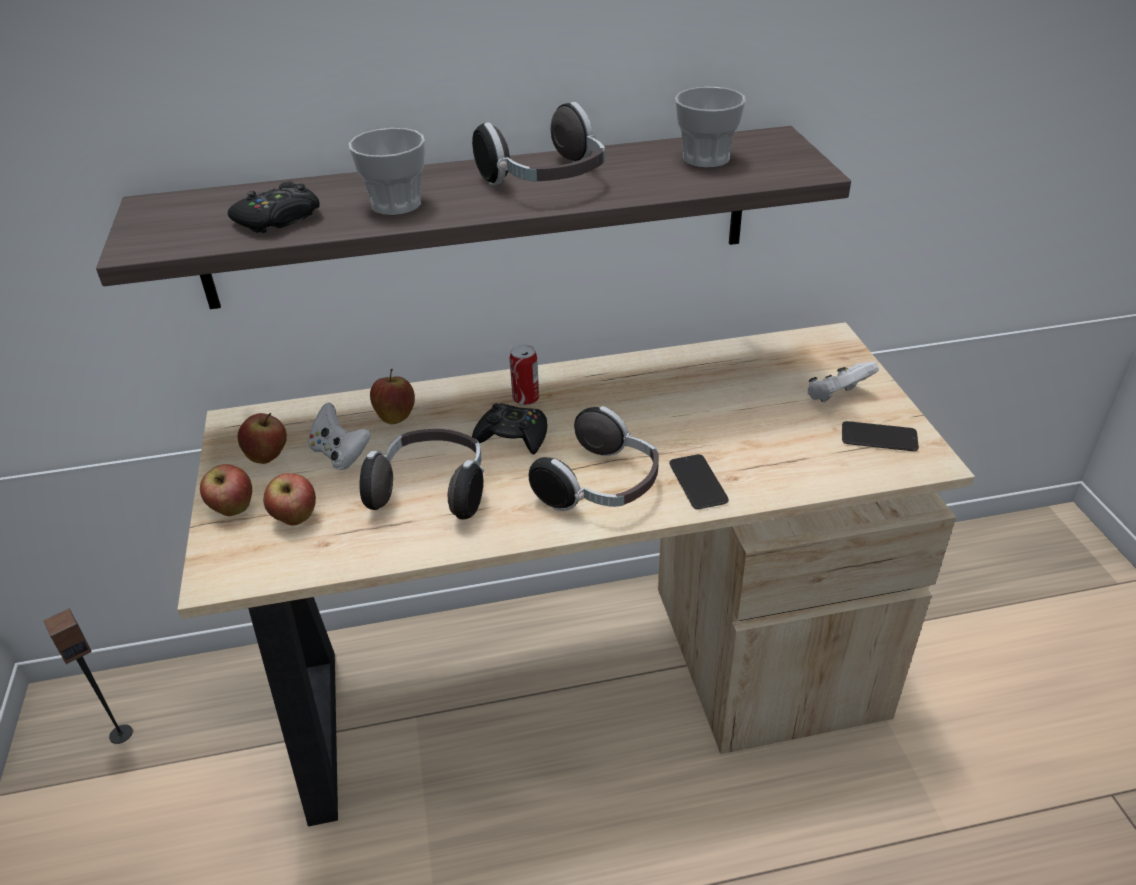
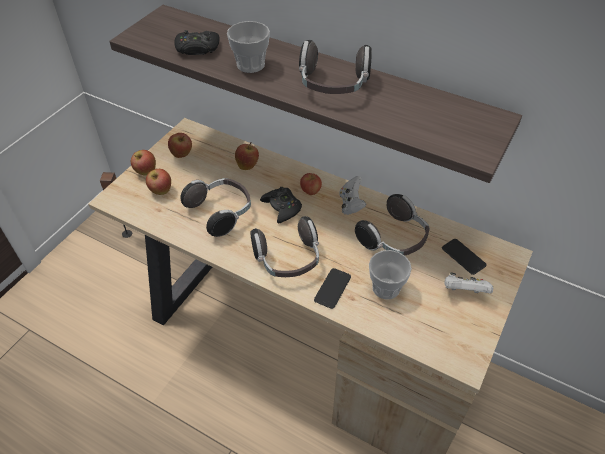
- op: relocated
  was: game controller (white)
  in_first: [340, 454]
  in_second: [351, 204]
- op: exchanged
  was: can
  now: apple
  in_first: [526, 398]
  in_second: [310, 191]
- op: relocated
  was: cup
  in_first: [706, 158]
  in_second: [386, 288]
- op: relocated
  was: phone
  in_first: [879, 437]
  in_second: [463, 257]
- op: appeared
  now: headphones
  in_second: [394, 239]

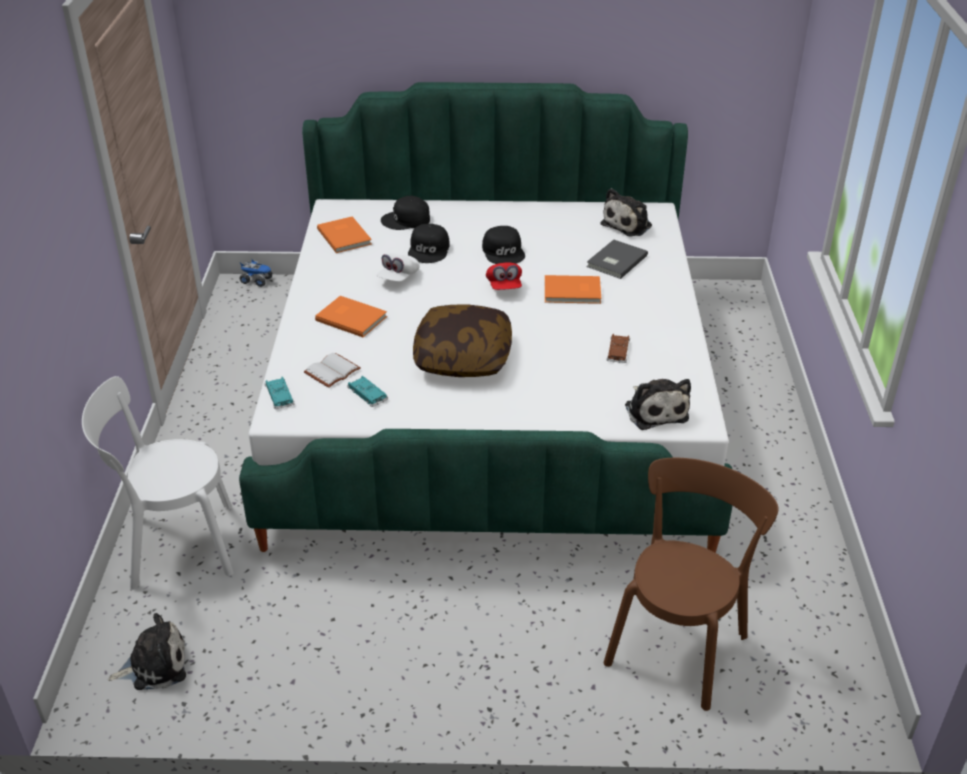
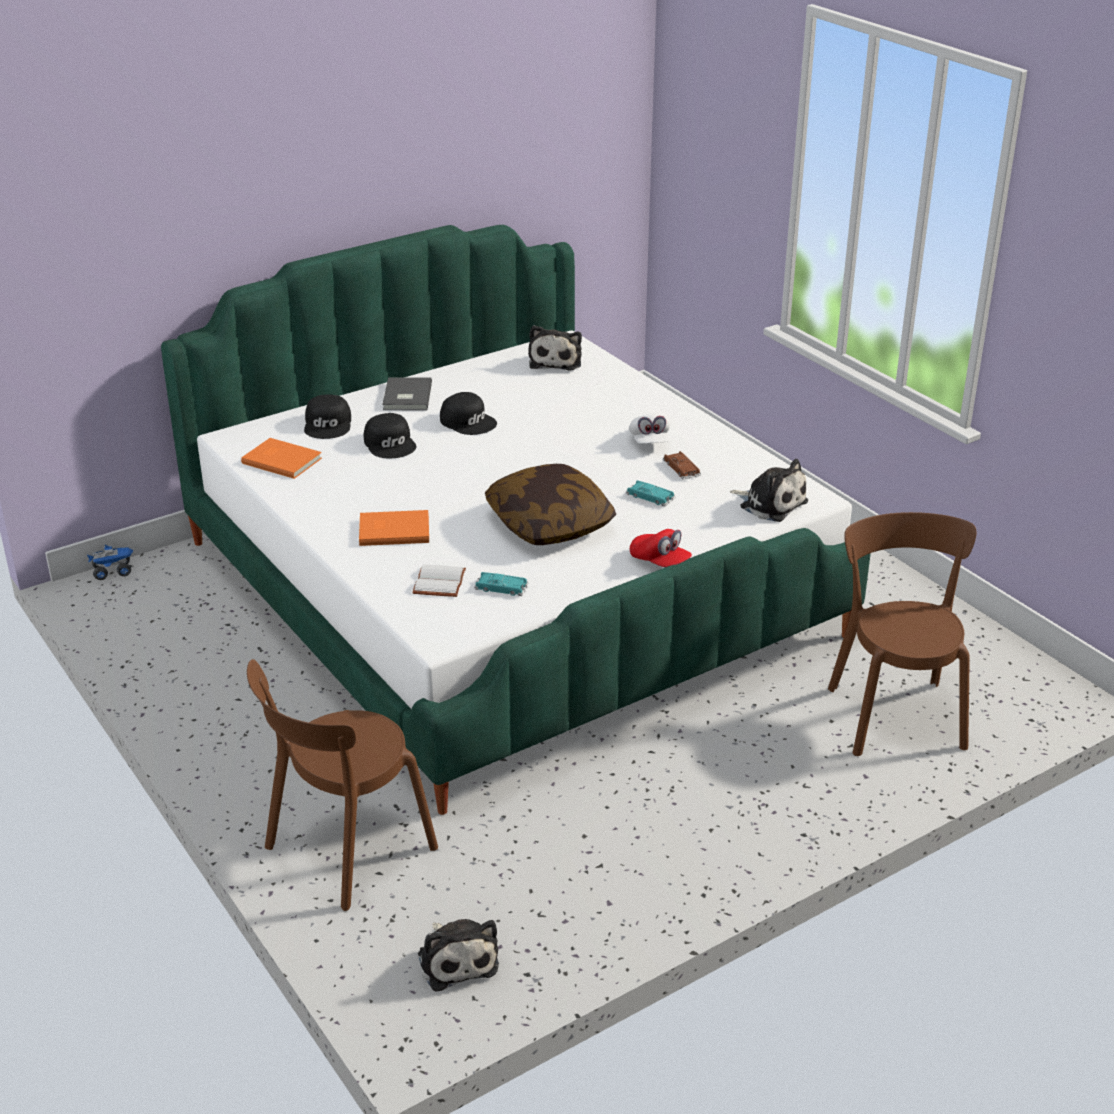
- op: colour
  was: chair (white)
  now: chair (brown)
  in_first: [175, 546]
  in_second: [344, 852]
- op: spun
  was: plush toy
  in_first: [154, 665]
  in_second: [456, 959]
  clockwise: 120
- op: relocated
  was: toy car (turquoise)
  in_first: [279, 396]
  in_second: [650, 497]
- op: relocated
  was: cap (white)
  in_first: [398, 277]
  in_second: [649, 442]
- op: spun
  was: cap (black)
  in_first: [406, 220]
  in_second: [329, 424]
  clockwise: -45
- op: relocated
  was: cap (red)
  in_first: [504, 286]
  in_second: [660, 561]
- op: missing
  was: book (orange)
  in_first: [573, 292]
- op: relocated
  was: book (grey)
  in_first: [615, 261]
  in_second: [405, 397]

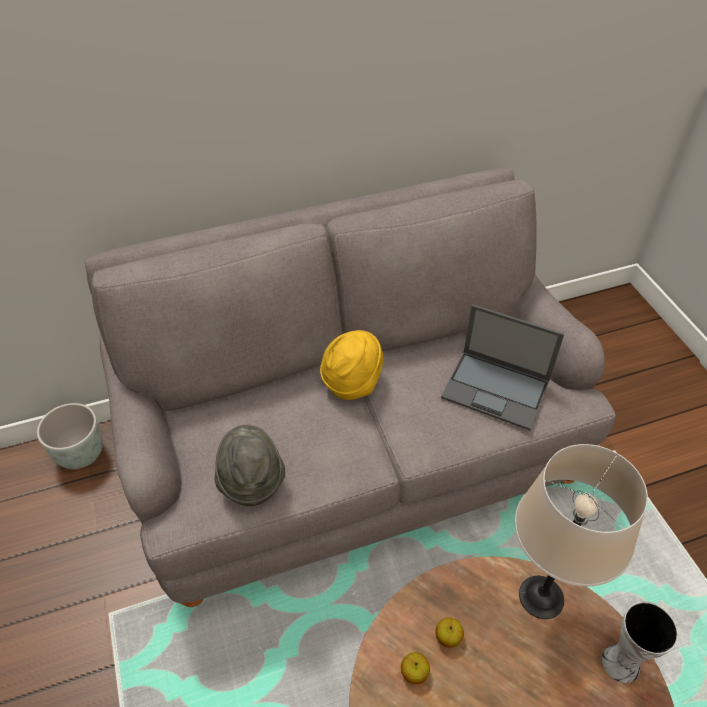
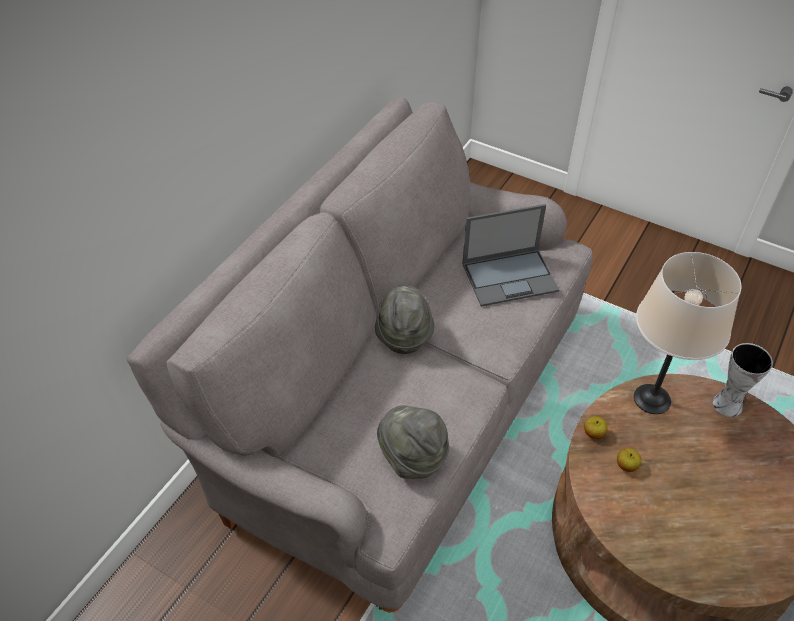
- op: missing
  was: planter (grey)
  in_first: [81, 453]
- op: colour
  was: hat (yellow)
  now: hat (grey)
  in_first: [352, 381]
  in_second: [403, 335]
- op: relocated
  was: apple
  in_first: [414, 672]
  in_second: [593, 433]

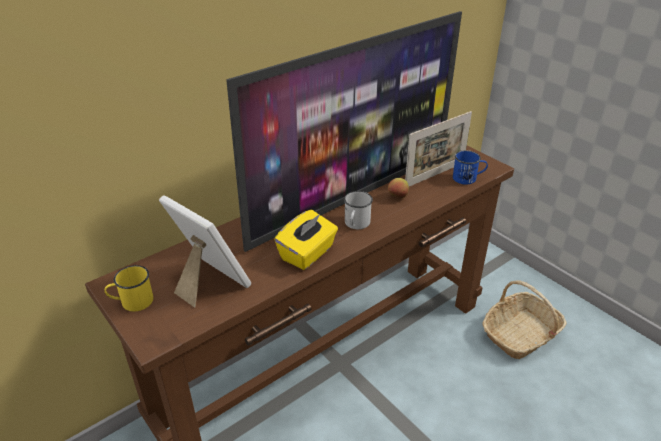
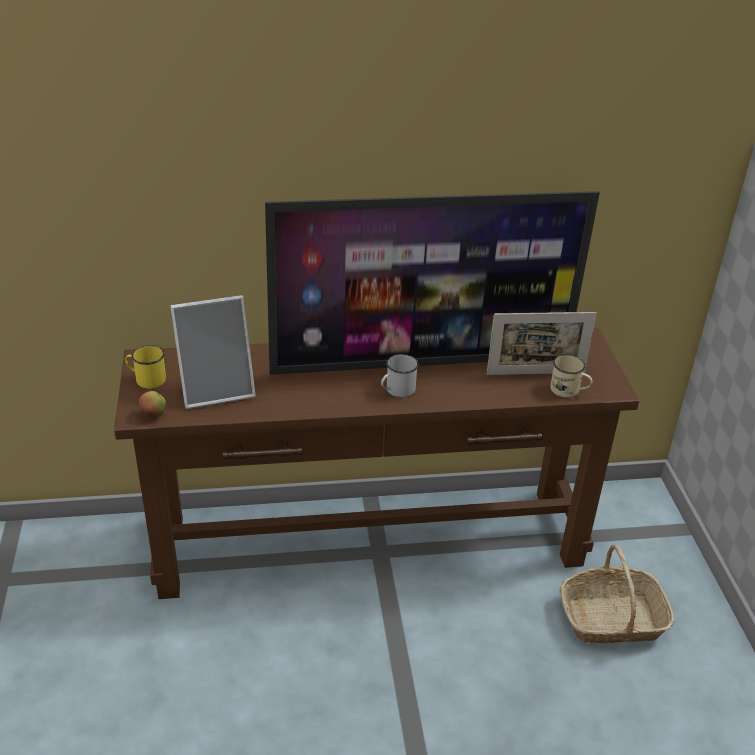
- op: spun
  was: picture frame
  in_first: [208, 283]
  in_second: [217, 389]
  clockwise: 90
- op: missing
  was: tissue box (yellow)
  in_first: [307, 253]
- op: relocated
  was: apple
  in_first: [397, 197]
  in_second: [153, 415]
- op: colour
  was: mug (blue)
  now: mug (beige)
  in_first: [468, 178]
  in_second: [569, 391]

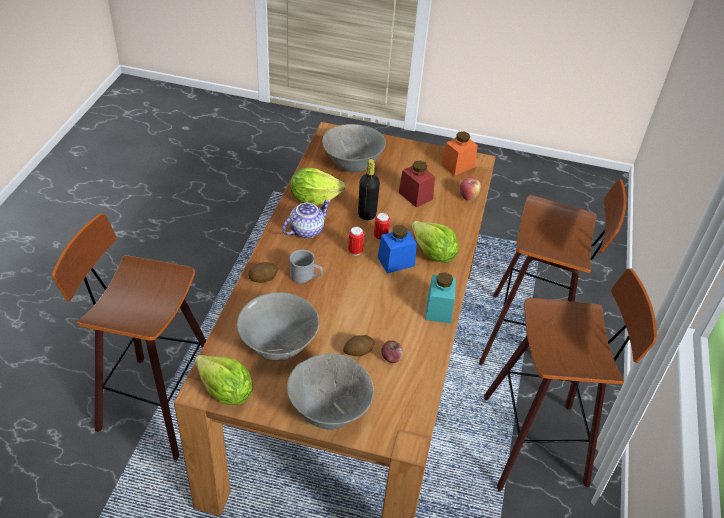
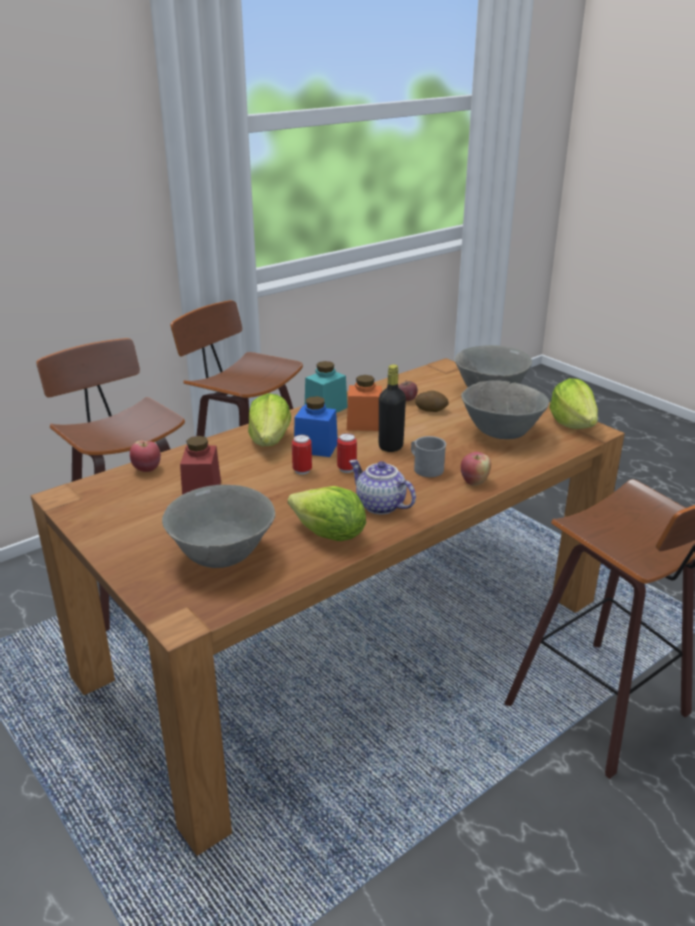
- op: exchanged
  was: potato
  now: apple
  in_first: [263, 278]
  in_second: [474, 481]
- op: spun
  was: teapot
  in_first: [306, 230]
  in_second: [379, 506]
  clockwise: 45
- op: relocated
  was: bottle (black)
  in_first: [367, 214]
  in_second: [390, 447]
- op: relocated
  was: jar (orange)
  in_first: [457, 165]
  in_second: [364, 424]

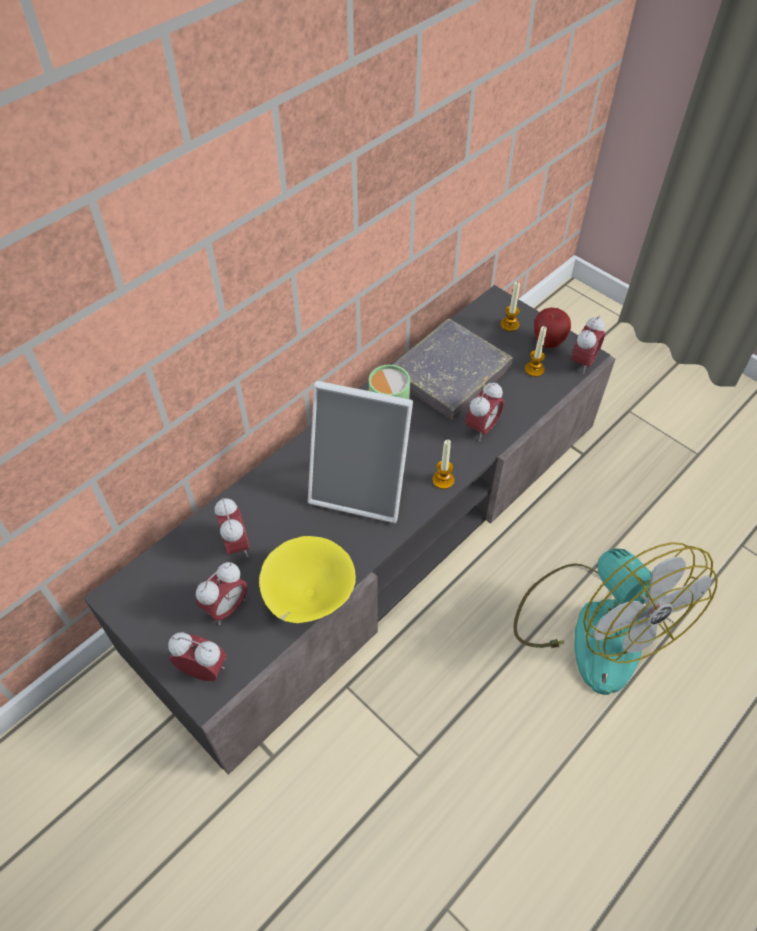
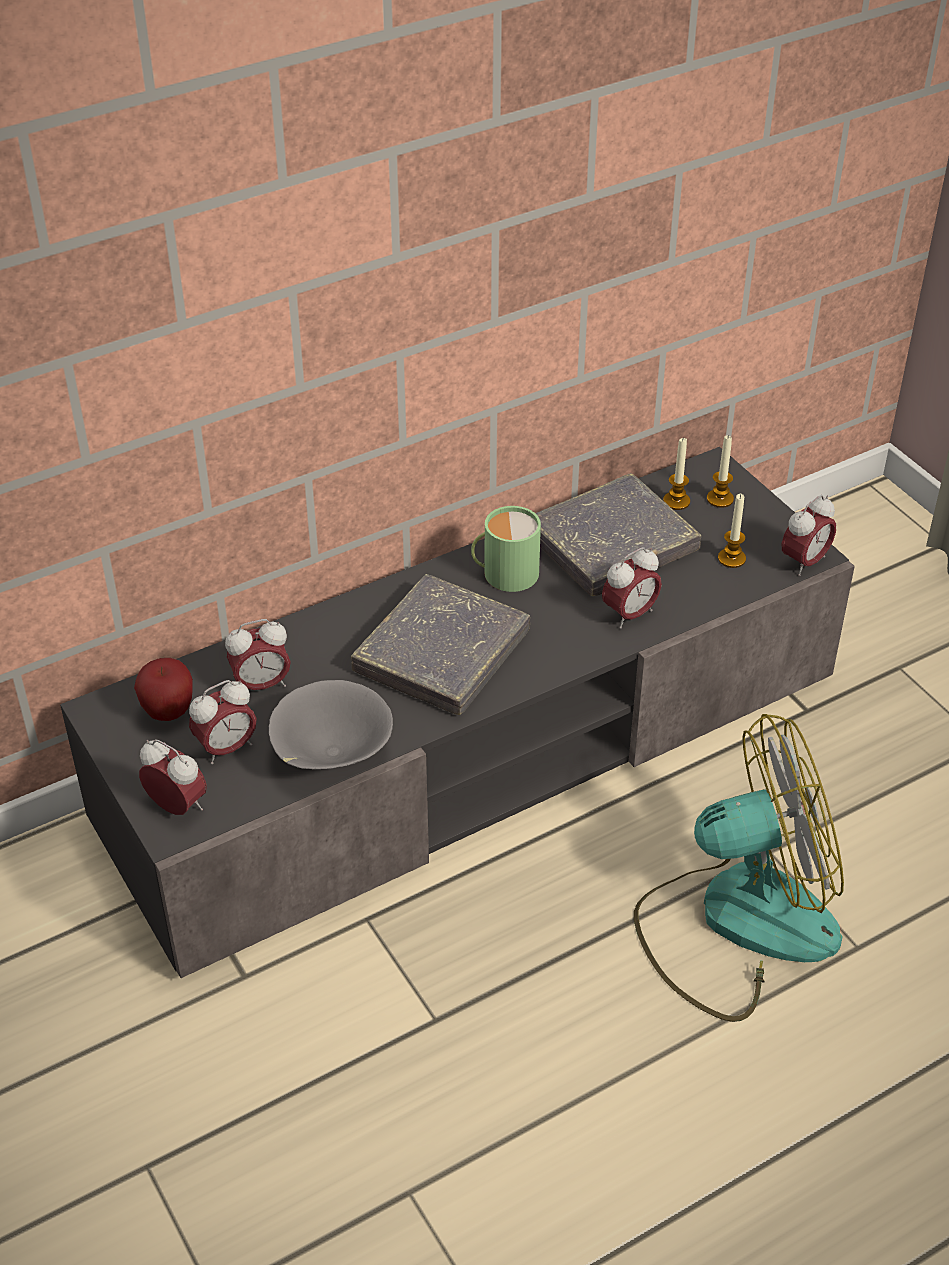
- op: spun
  was: alarm clock
  in_first: [236, 545]
  in_second: [261, 685]
  clockwise: 75
- op: colour
  was: bowl (yellow)
  now: bowl (grey)
  in_first: [308, 595]
  in_second: [330, 756]
- op: exchanged
  was: picture frame
  now: book (grey)
  in_first: [361, 487]
  in_second: [442, 652]
- op: relocated
  was: candle
  in_first: [443, 480]
  in_second: [676, 501]
- op: spun
  was: fan
  in_first: [593, 625]
  in_second: [736, 922]
  clockwise: -90
- op: relocated
  was: apple
  in_first: [548, 343]
  in_second: [168, 712]

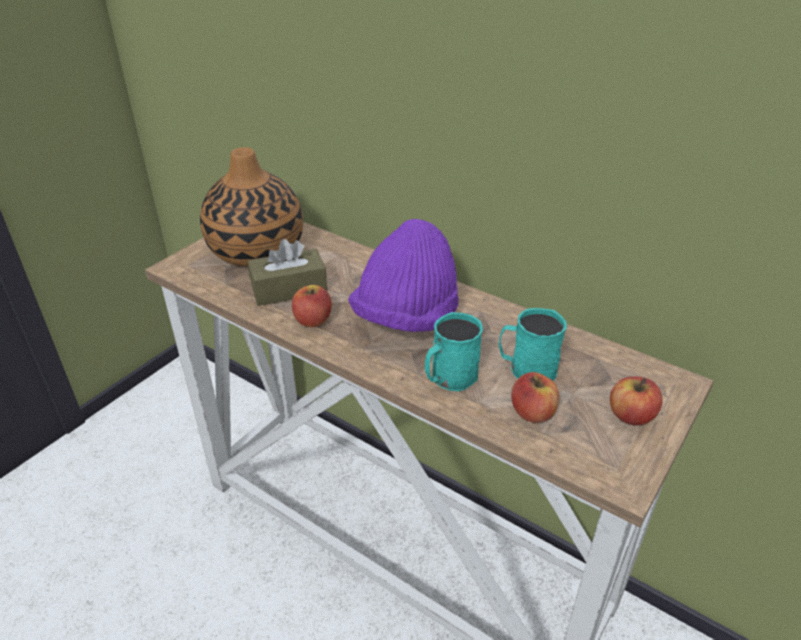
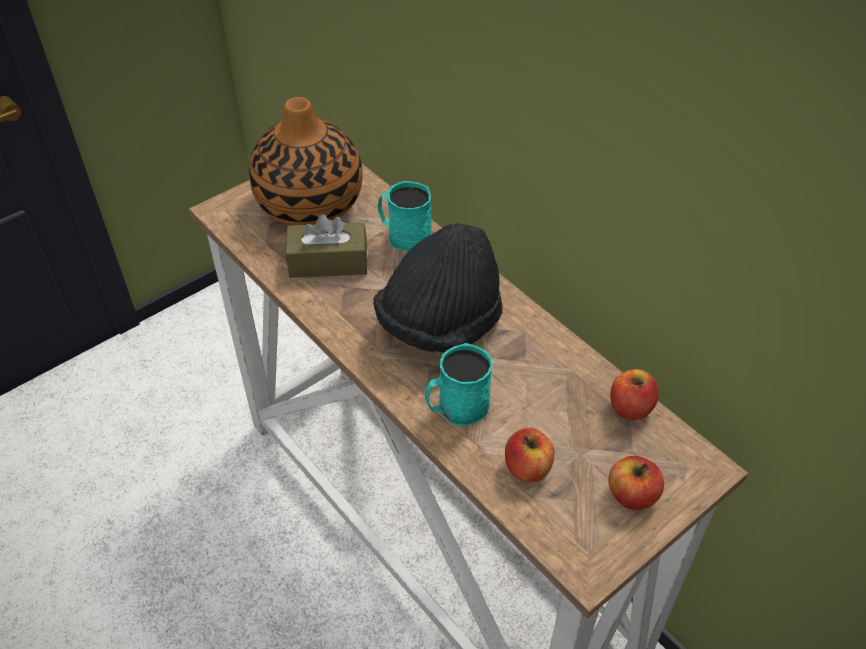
- op: relocated
  was: apple
  in_first: [313, 320]
  in_second: [630, 407]
- op: colour
  was: hat (purple)
  now: hat (black)
  in_first: [406, 317]
  in_second: [440, 323]
- op: relocated
  was: mug (turquoise)
  in_first: [526, 368]
  in_second: [404, 236]

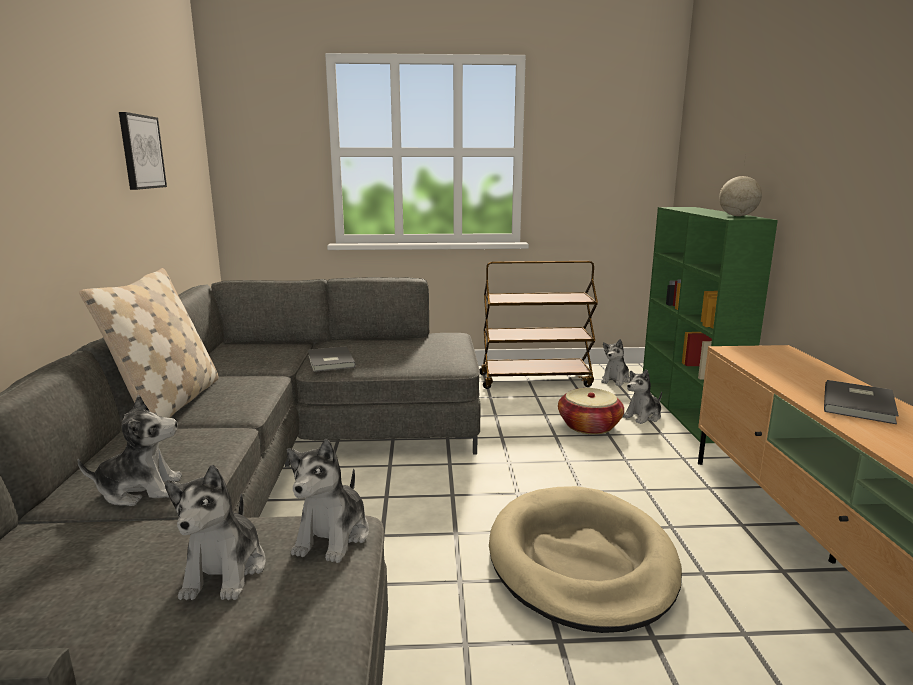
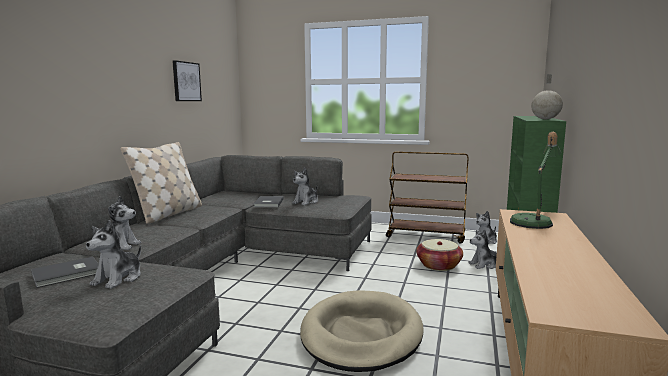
- op: relocated
  was: plush toy
  in_first: [333, 536]
  in_second: [306, 202]
- op: relocated
  was: book (grey)
  in_first: [860, 404]
  in_second: [68, 274]
- op: appeared
  now: table lamp
  in_second: [534, 221]

